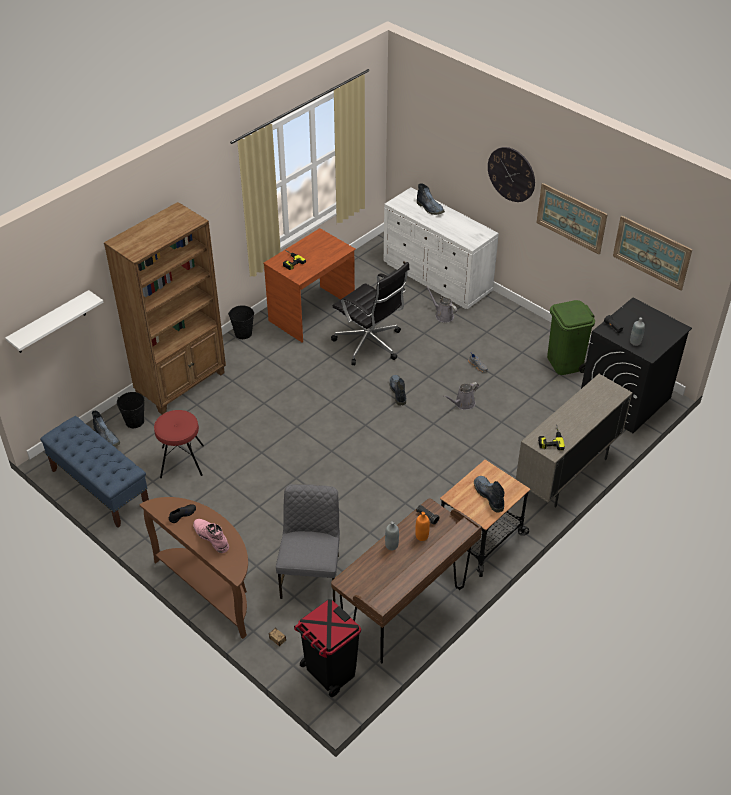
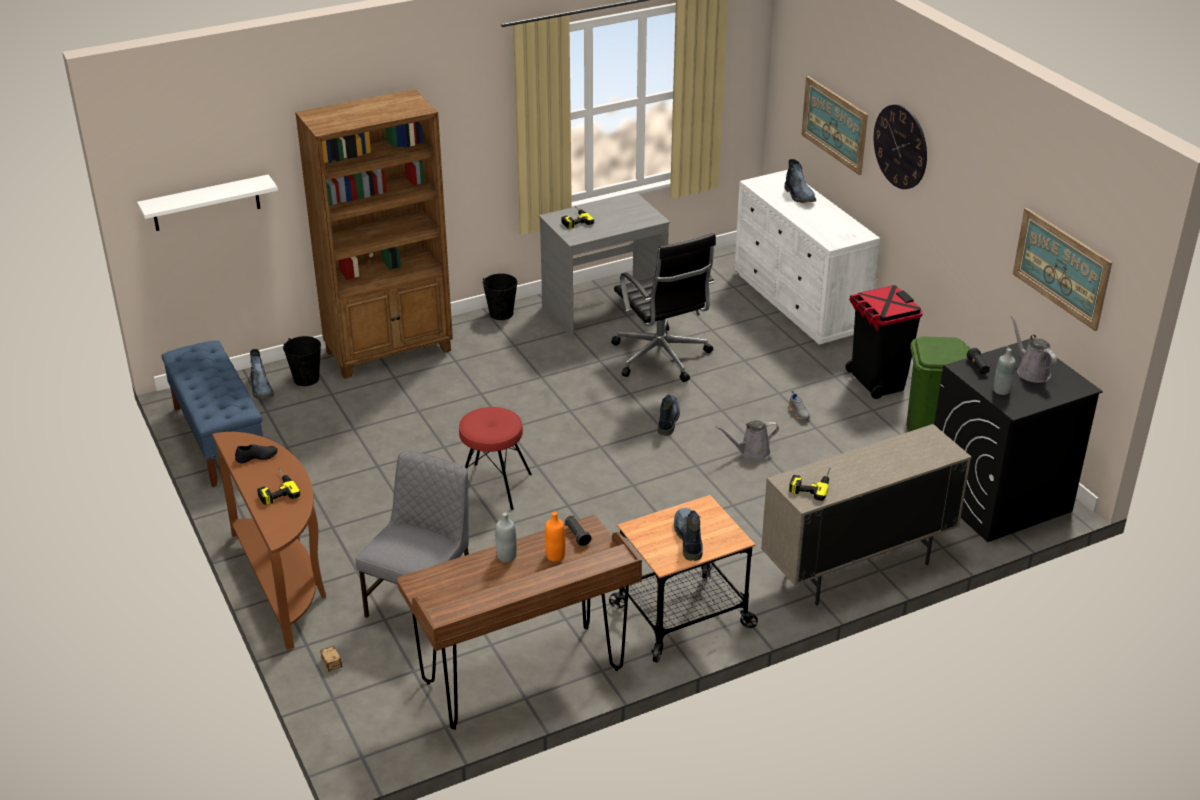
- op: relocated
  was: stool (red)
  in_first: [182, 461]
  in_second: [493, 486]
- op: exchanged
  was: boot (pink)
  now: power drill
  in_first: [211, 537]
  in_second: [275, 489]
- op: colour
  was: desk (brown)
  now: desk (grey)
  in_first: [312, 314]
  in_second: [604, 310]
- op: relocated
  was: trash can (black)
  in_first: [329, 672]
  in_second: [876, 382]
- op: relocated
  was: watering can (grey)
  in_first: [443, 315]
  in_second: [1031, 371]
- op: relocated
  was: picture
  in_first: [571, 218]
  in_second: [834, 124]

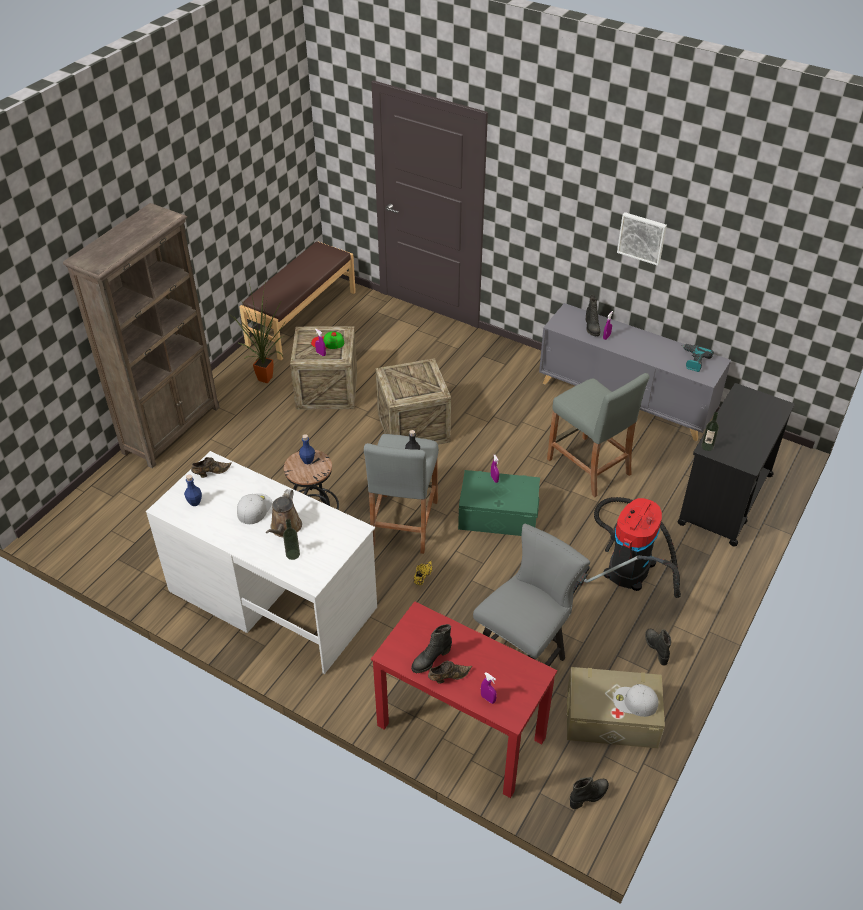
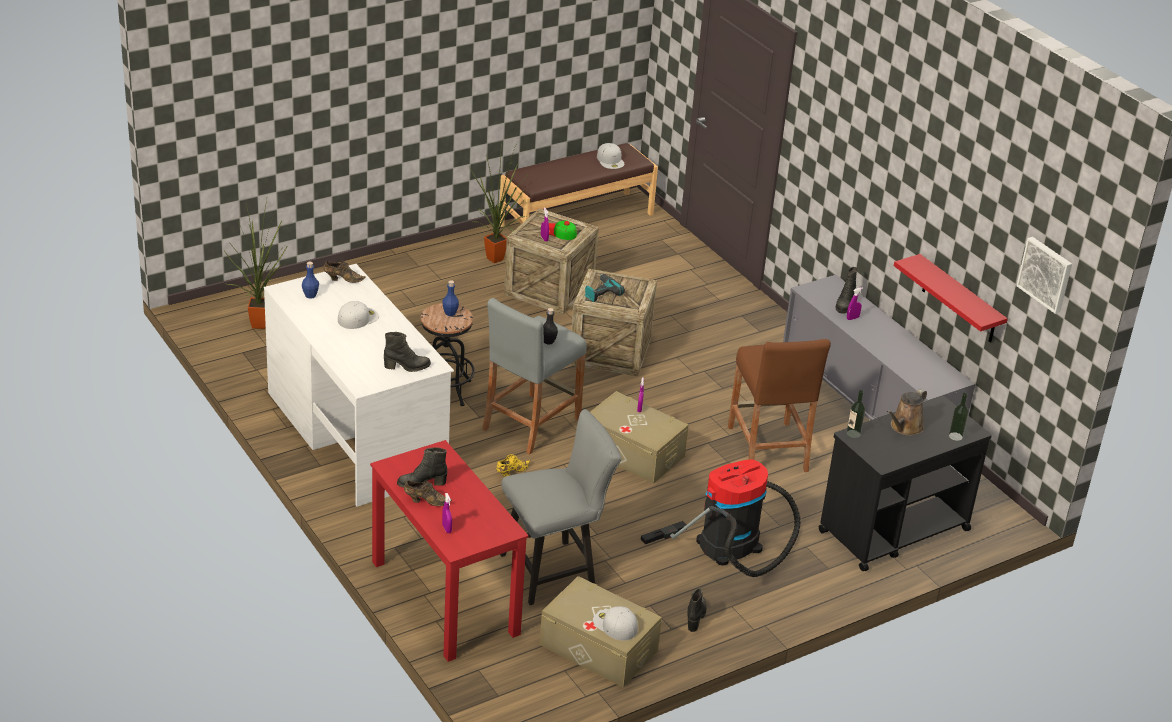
- op: missing
  was: bookcase (brown)
  in_first: [172, 429]
- op: relocated
  was: watering can (brown)
  in_first: [285, 528]
  in_second: [905, 427]
- op: relocated
  was: bottle
  in_first: [293, 554]
  in_second: [955, 436]
- op: colour
  was: storage box (green)
  now: storage box (beige)
  in_first: [498, 515]
  in_second: [632, 452]
- op: colour
  was: stool (grey)
  now: stool (brown)
  in_first: [588, 466]
  in_second: [767, 449]
- op: relocated
  was: boot (black)
  in_first: [589, 796]
  in_second: [407, 367]
- op: relocated
  was: picture
  in_first: [642, 237]
  in_second: [1046, 274]
- op: relocated
  was: power drill
  in_first: [693, 360]
  in_second: [600, 292]
- op: appeared
  now: potted plant
  in_second: [262, 325]
- op: appeared
  now: cap (white)
  in_second: [610, 160]
- op: appeared
  now: shelf (red)
  in_second: [959, 300]

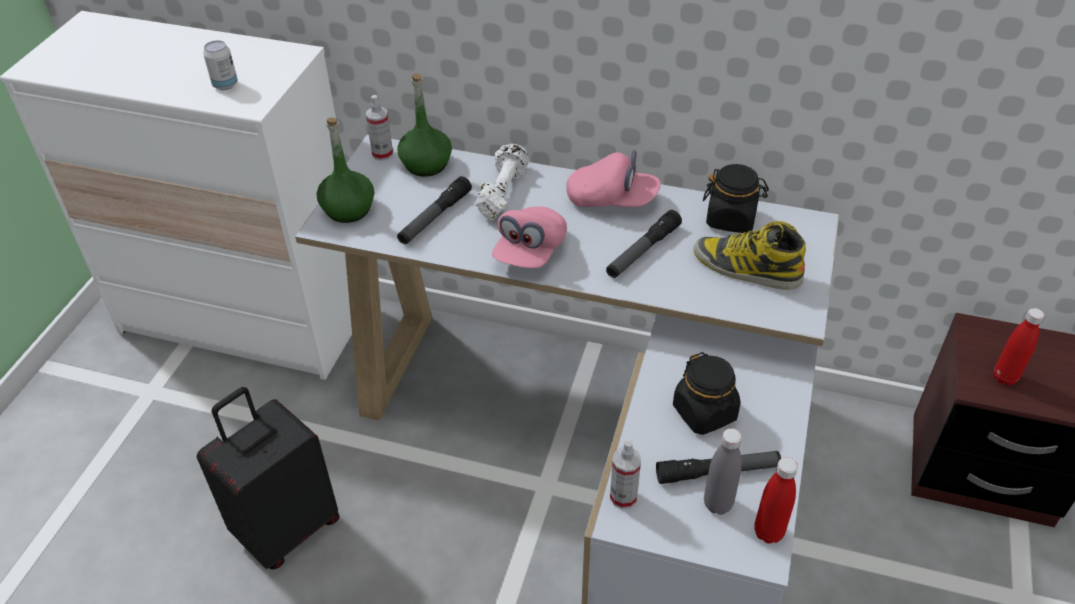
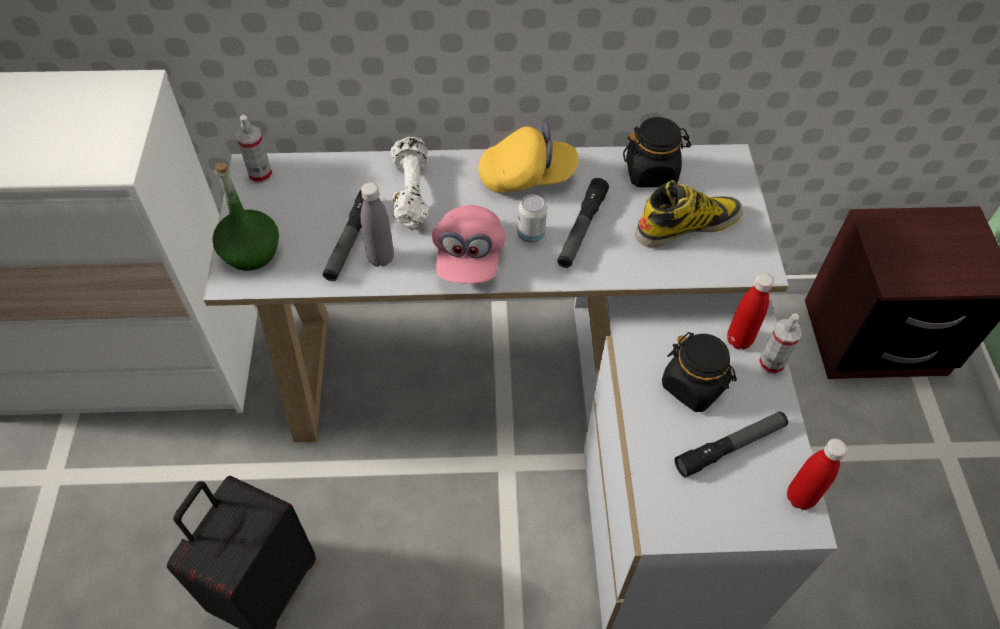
- op: relocated
  was: can
  in_first: [225, 85]
  in_second: [531, 235]
- op: missing
  was: bottle (green)
  in_first: [426, 164]
- op: colour
  was: cap (pink)
  now: cap (yellow)
  in_first: [612, 200]
  in_second: [527, 176]
- op: relocated
  was: spray bottle
  in_first: [623, 497]
  in_second: [771, 363]
- op: spun
  was: boot
  in_first: [746, 268]
  in_second: [687, 225]
  clockwise: 150
- op: relocated
  was: bottle (grey)
  in_first: [718, 504]
  in_second: [381, 258]
- op: relocated
  was: bottle (red)
  in_first: [1004, 377]
  in_second: [739, 340]

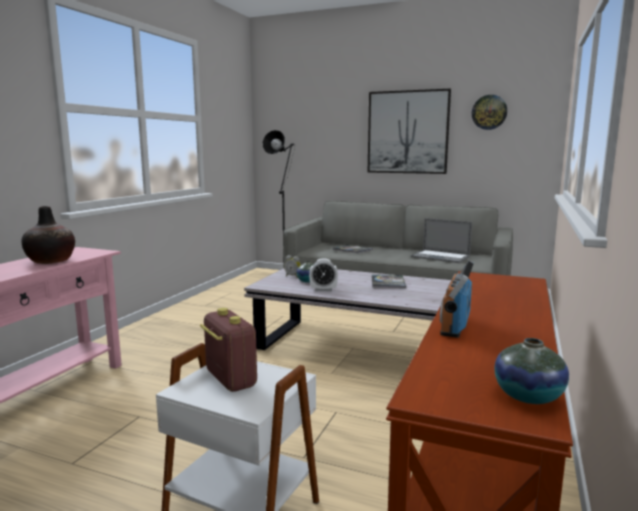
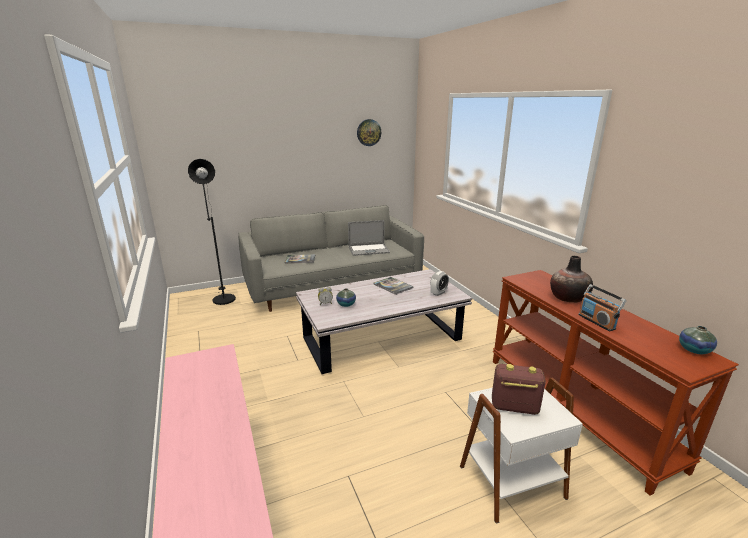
- op: relocated
  was: vase
  in_first: [51, 261]
  in_second: [568, 298]
- op: relocated
  was: alarm clock
  in_first: [323, 289]
  in_second: [438, 293]
- op: missing
  was: picture
  in_first: [407, 132]

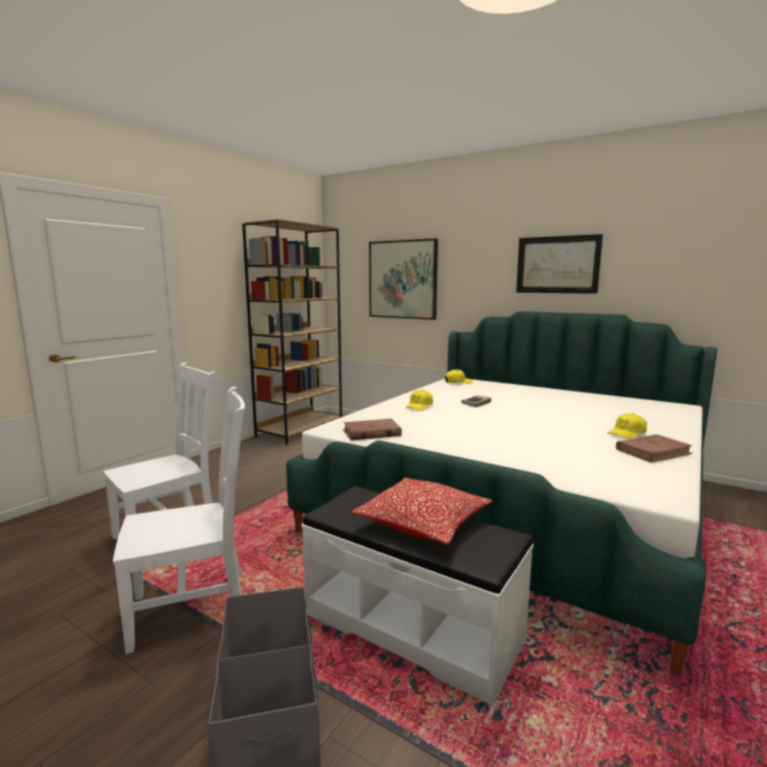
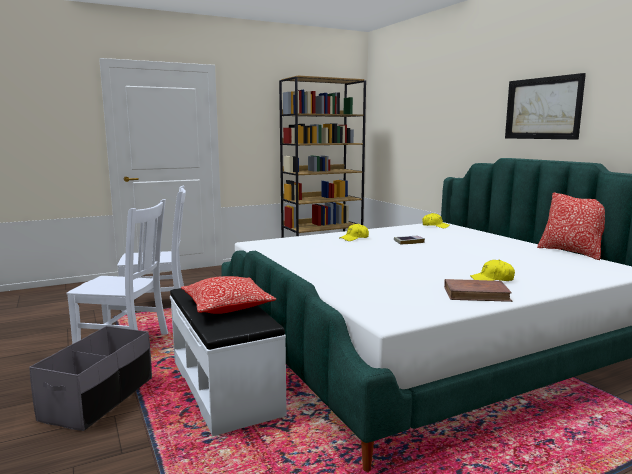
- op: missing
  was: book (brown)
  in_first: [371, 433]
- op: missing
  was: picture
  in_first: [403, 279]
- op: appeared
  now: pillow
  in_second: [571, 252]

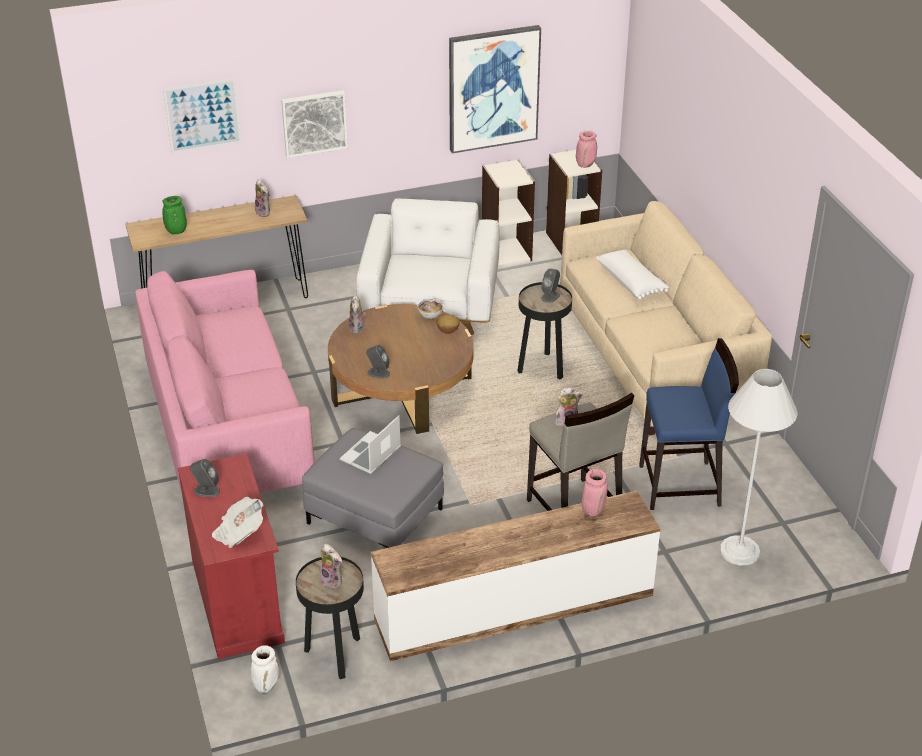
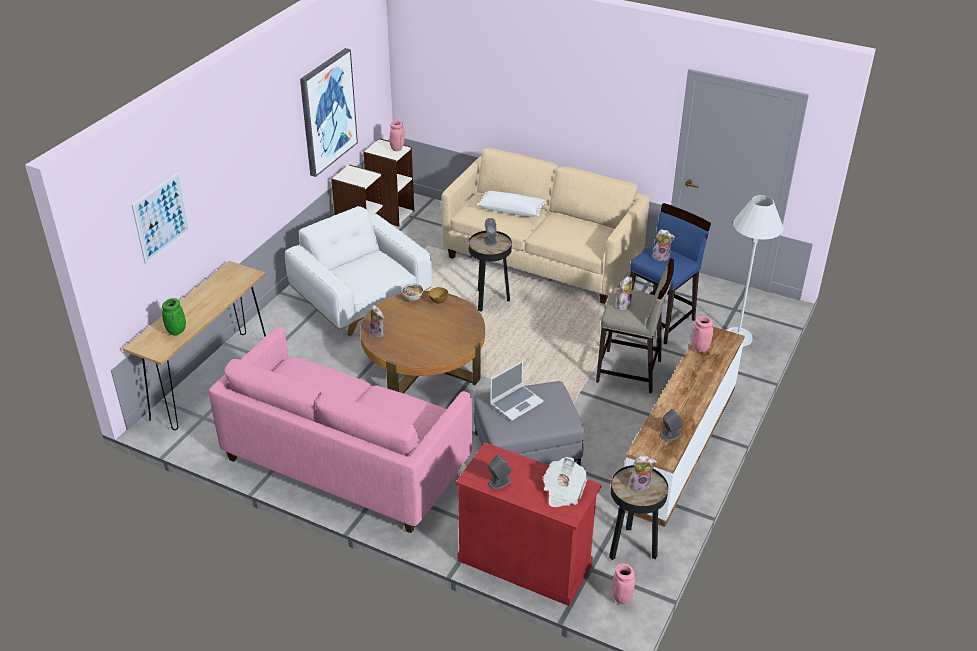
- op: colour
  was: vase (white)
  now: vase (pink)
  in_first: [266, 685]
  in_second: [621, 597]
- op: relocated
  was: plush toy
  in_first: [264, 212]
  in_second: [661, 256]
- op: missing
  was: picture
  in_first: [314, 123]
- op: spun
  was: laptop
  in_first: [371, 455]
  in_second: [516, 403]
  clockwise: -120
- op: relocated
  was: speaker (grey)
  in_first: [378, 373]
  in_second: [670, 434]

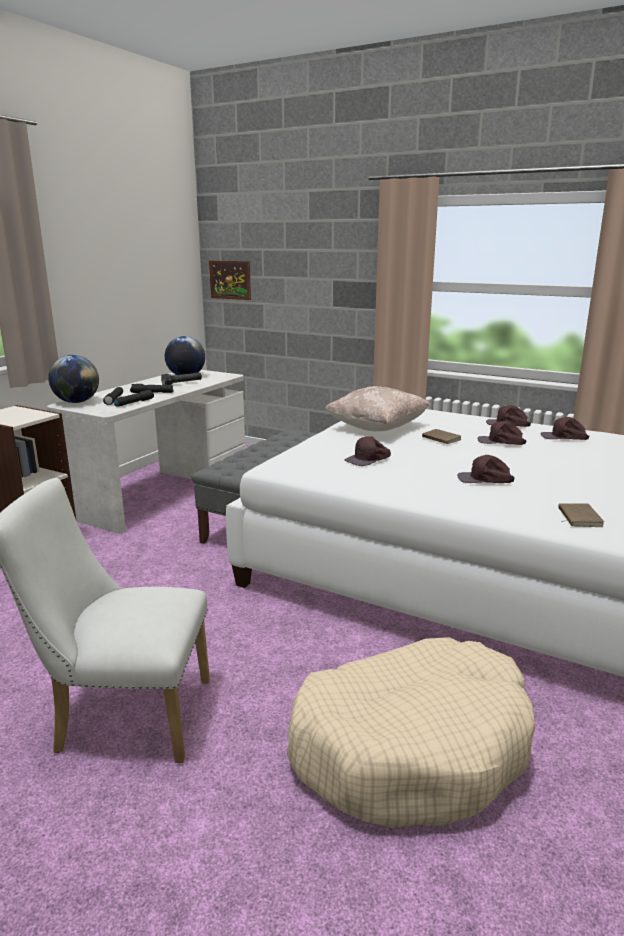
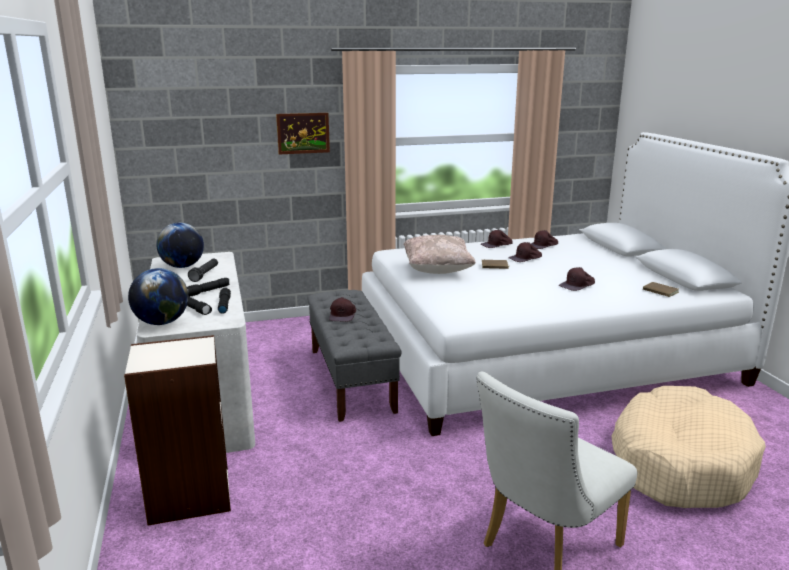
- op: relocated
  was: picture
  in_first: [230, 280]
  in_second: [303, 133]
- op: relocated
  was: cap (brown)
  in_first: [368, 459]
  in_second: [343, 315]

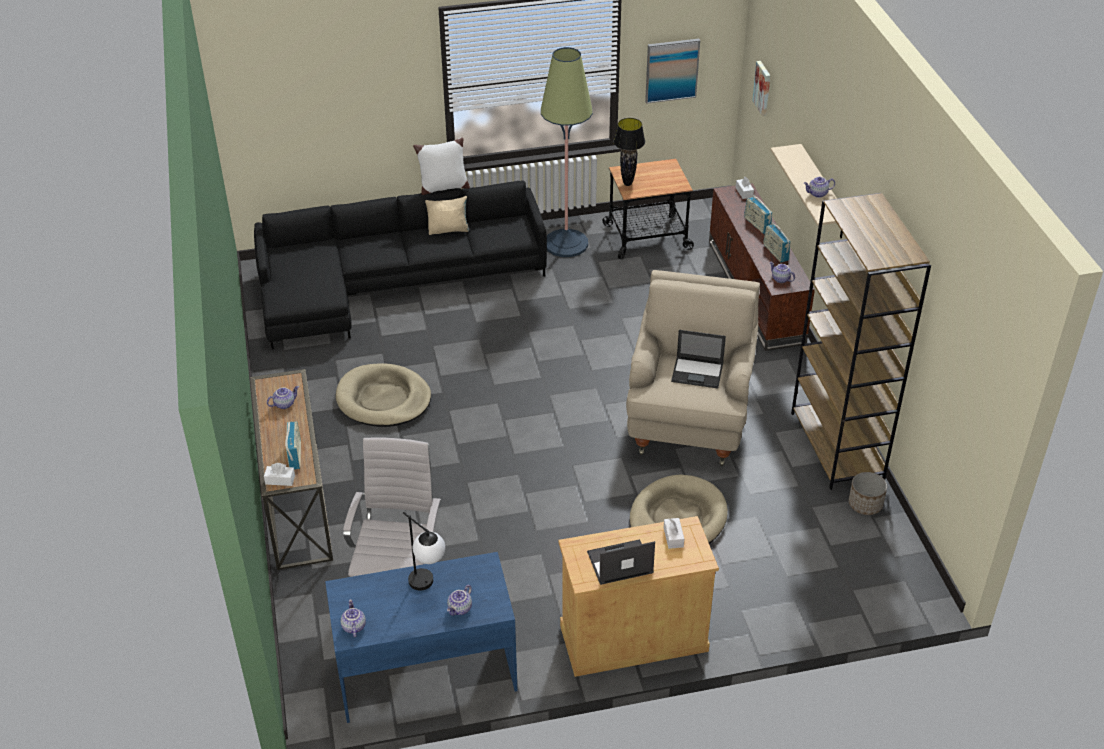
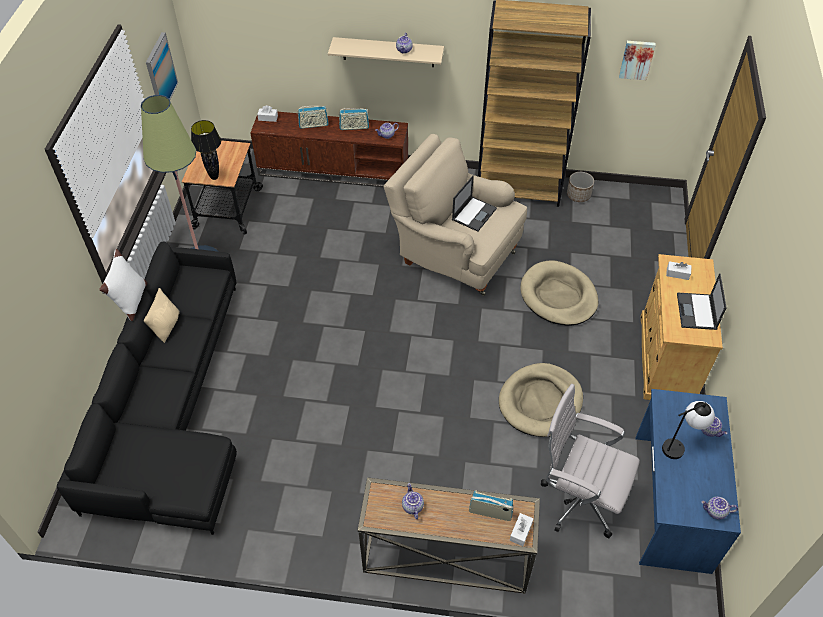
- op: relocated
  was: dog bed (beige)
  in_first: [383, 399]
  in_second: [540, 402]
- op: relocated
  was: picture
  in_first: [763, 88]
  in_second: [636, 59]

